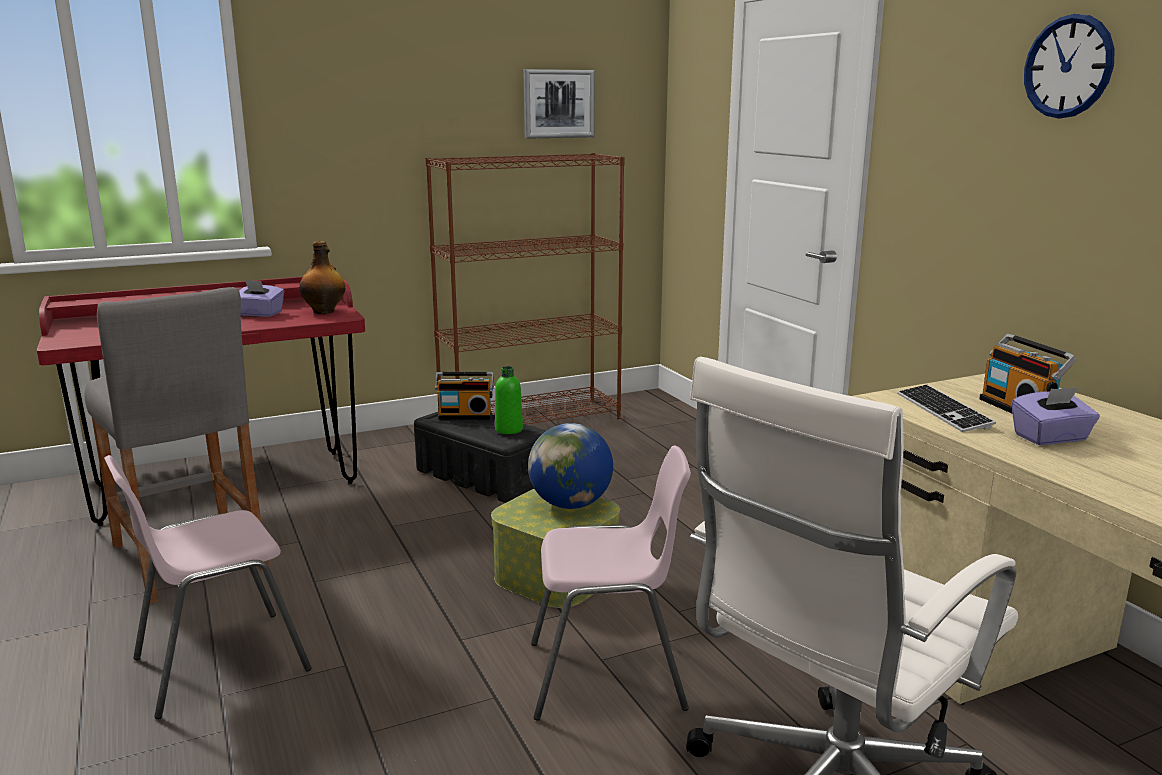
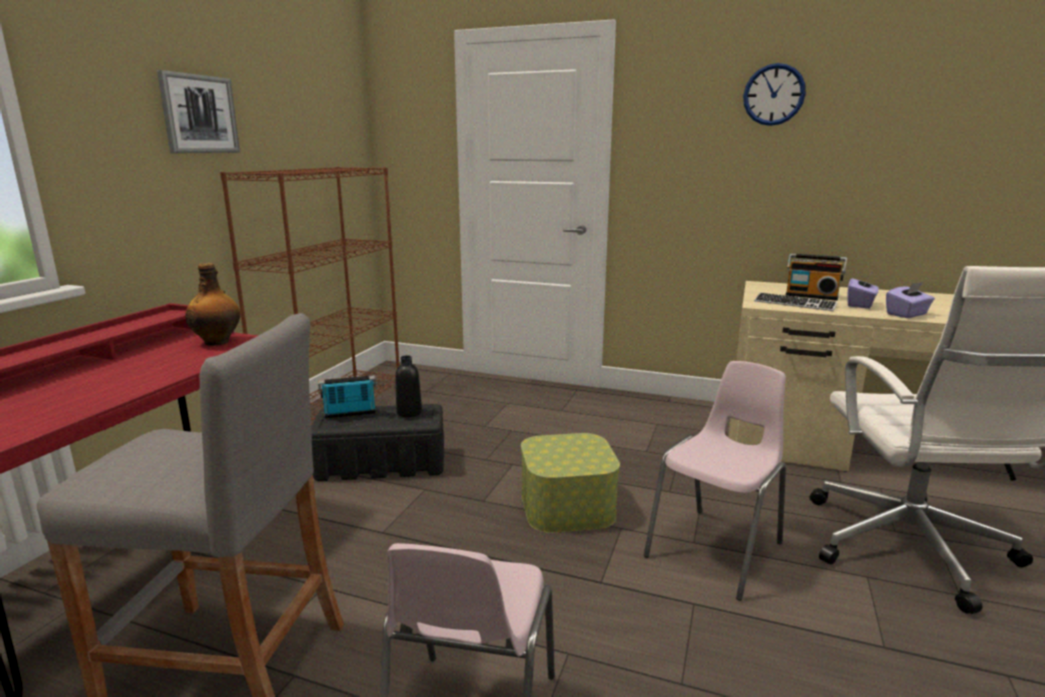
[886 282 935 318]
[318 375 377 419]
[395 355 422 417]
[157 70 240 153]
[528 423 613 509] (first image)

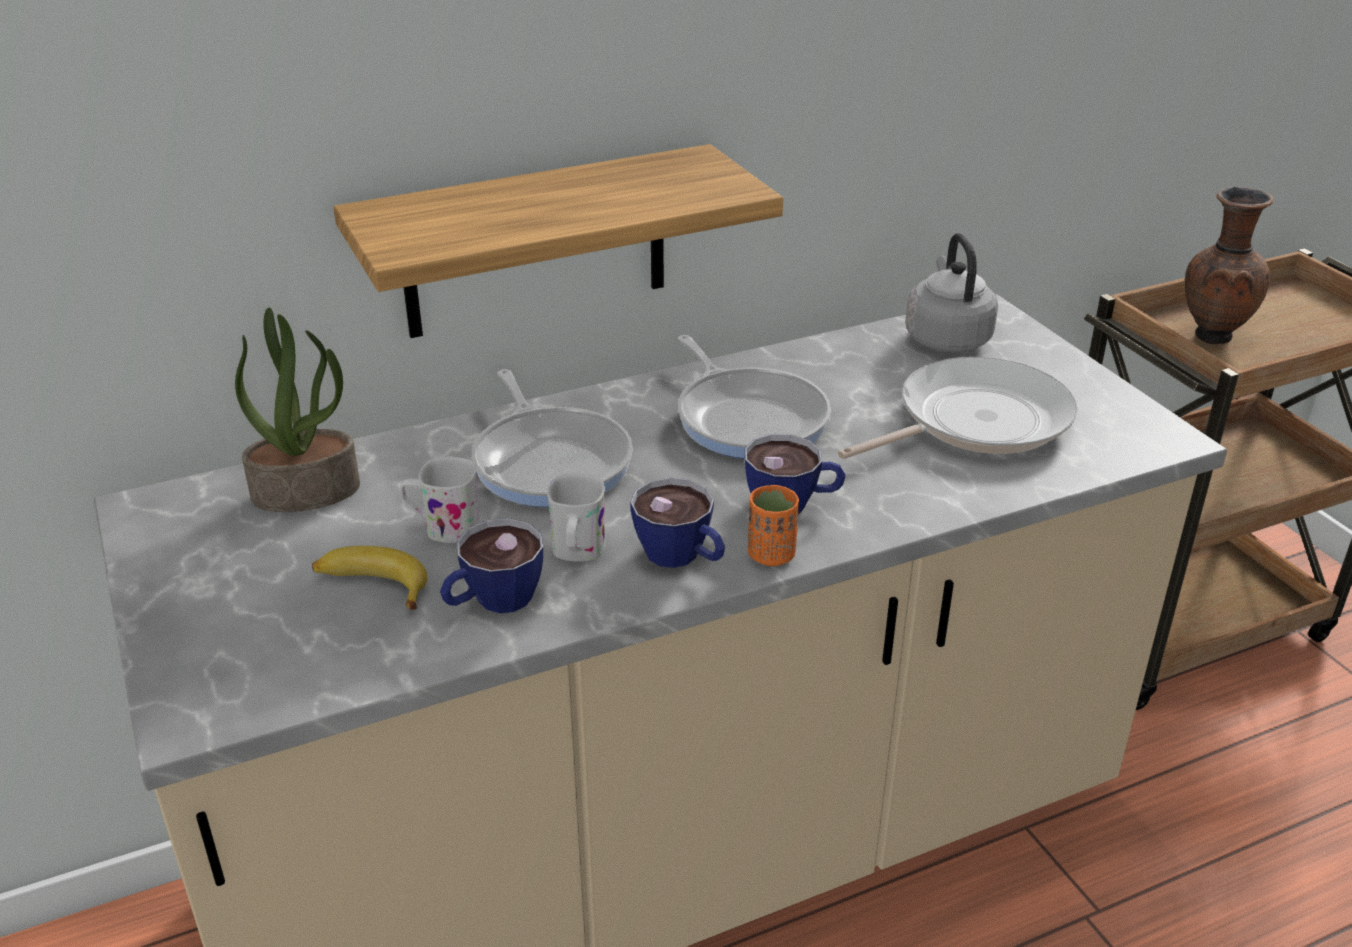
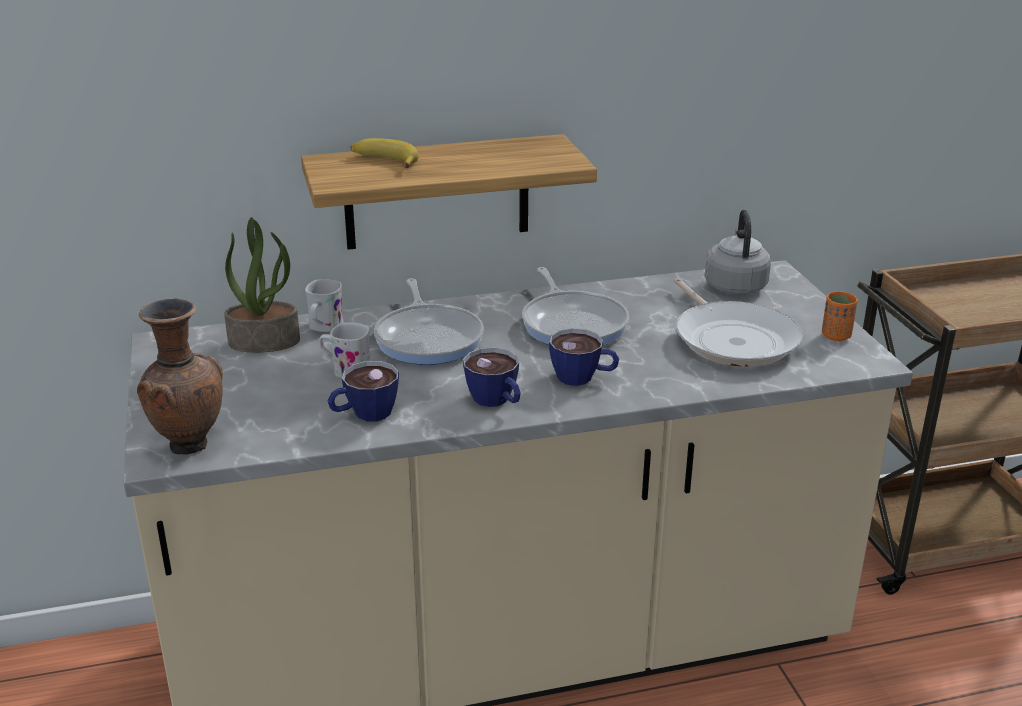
[351 138 419 168]
[305 279 343 332]
[822 291 858 341]
[673 278 803 367]
[137 298 223 455]

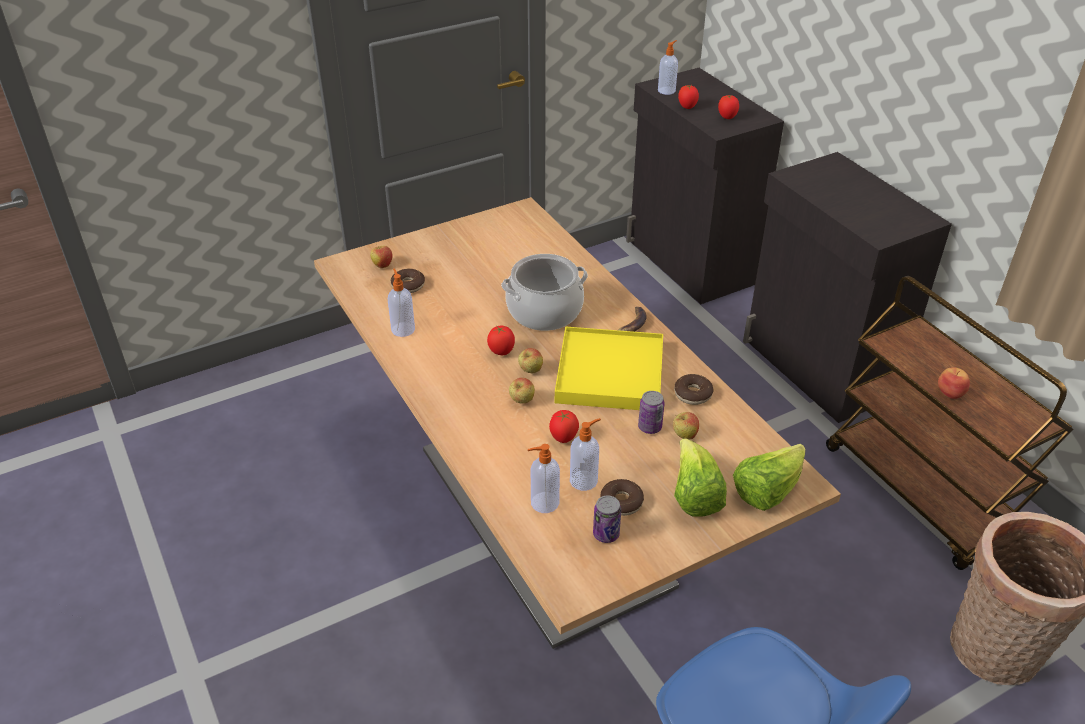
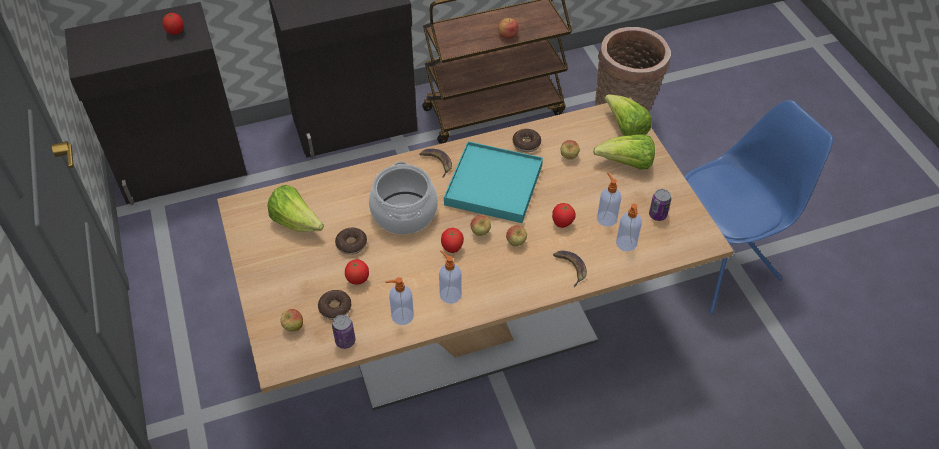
[444 141 543 223]
[335 228 367 255]
[332 315 355 349]
[439 250 462 304]
[345 259 369 285]
[267 185 324 232]
[553 251 587 287]

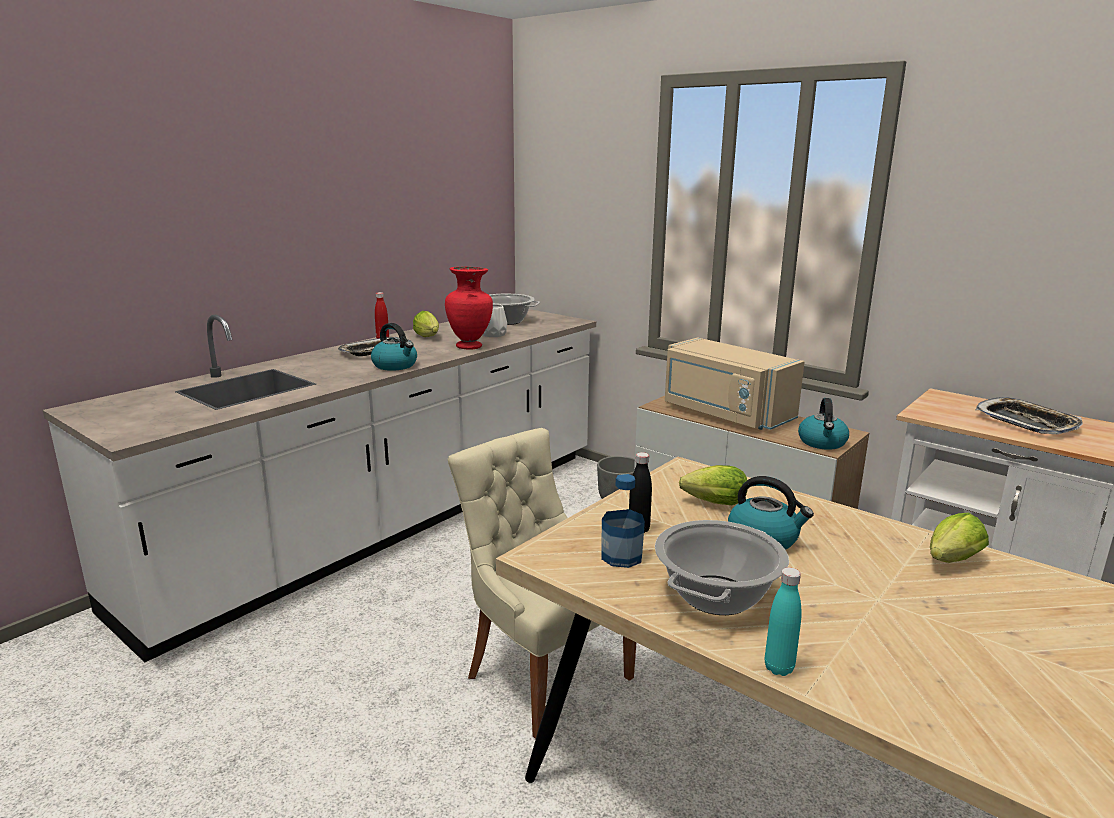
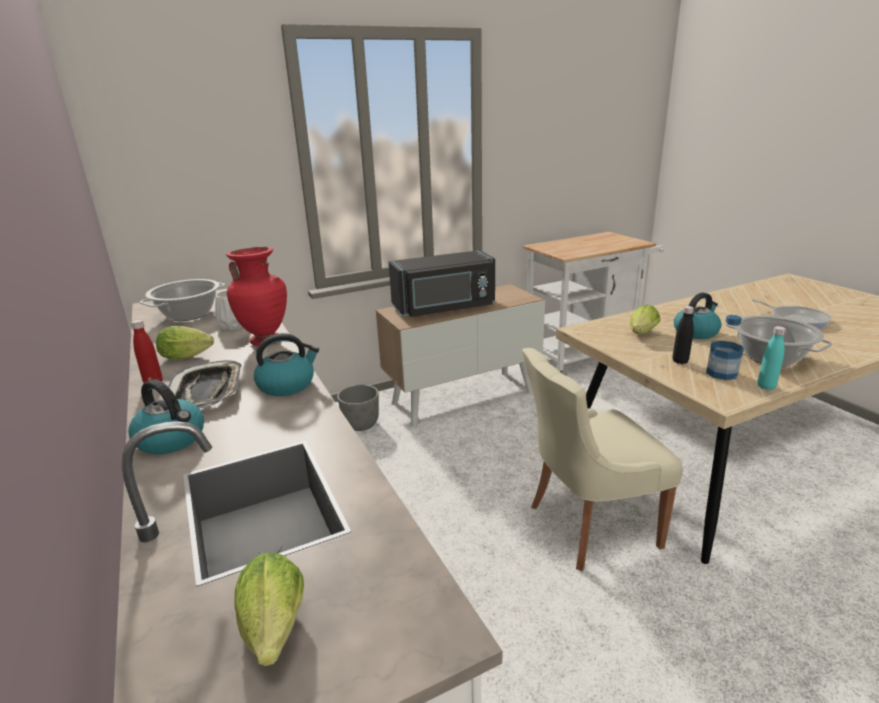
[389 250 495 317]
[758 326 786 390]
[128 379 204 454]
[235 553 304 666]
[975 397 1083 435] (first image)
[752 299 831 328]

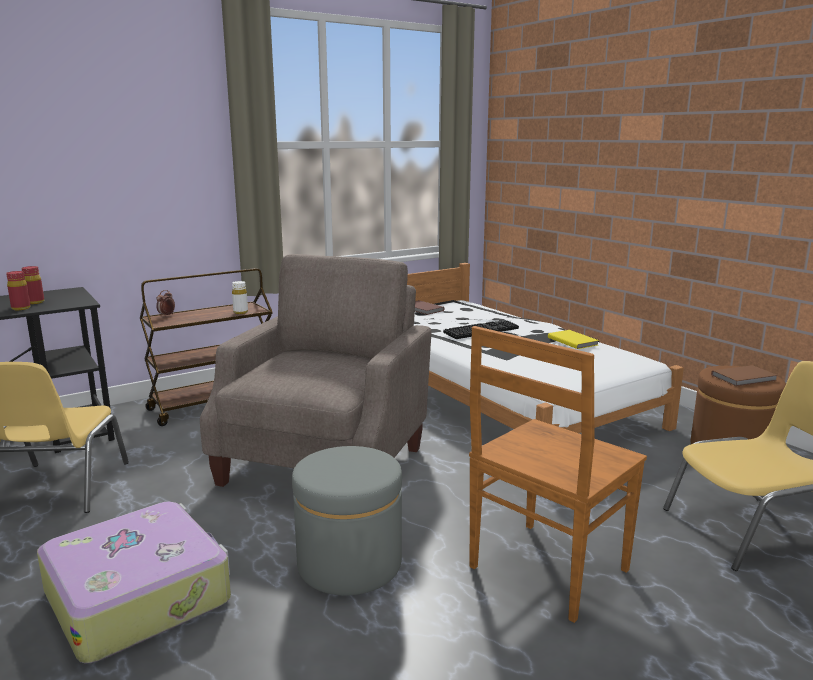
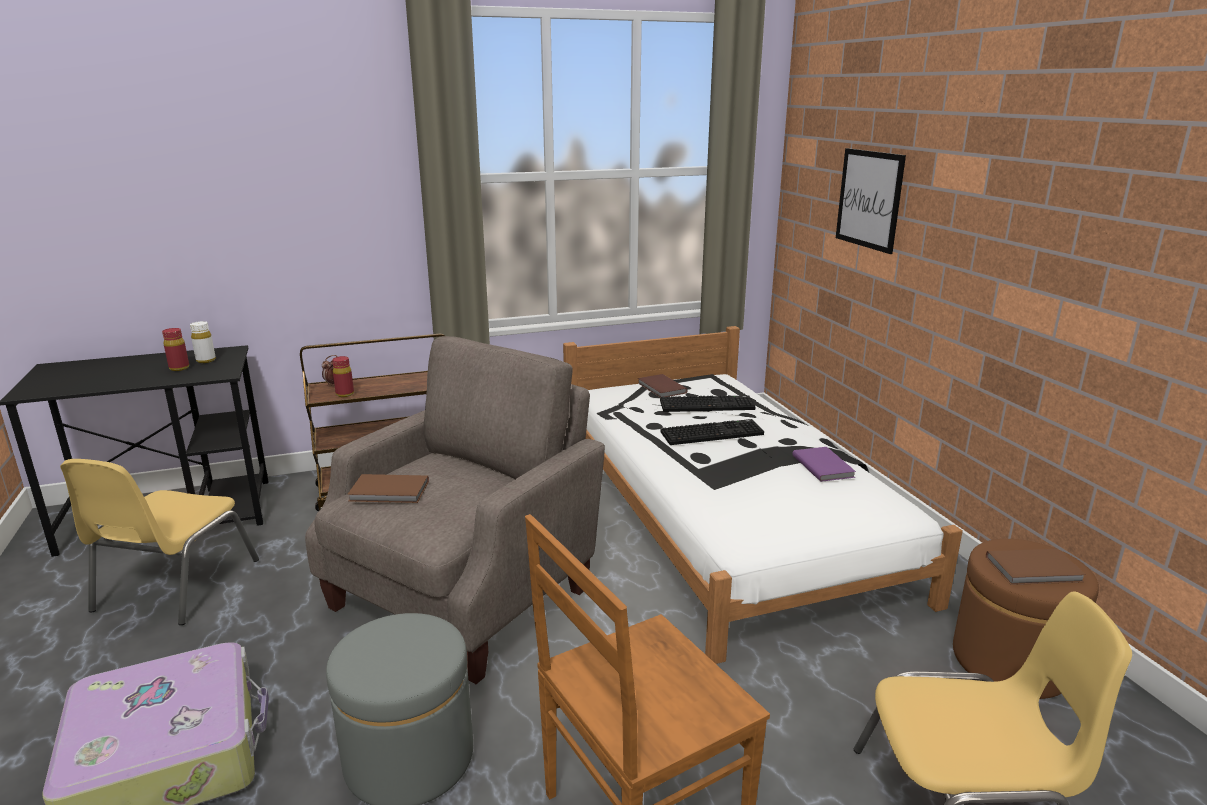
[332 356 354 397]
[190 321 216 363]
[793 447 856 482]
[347 474 429 503]
[660 395 756 412]
[836 148 906 254]

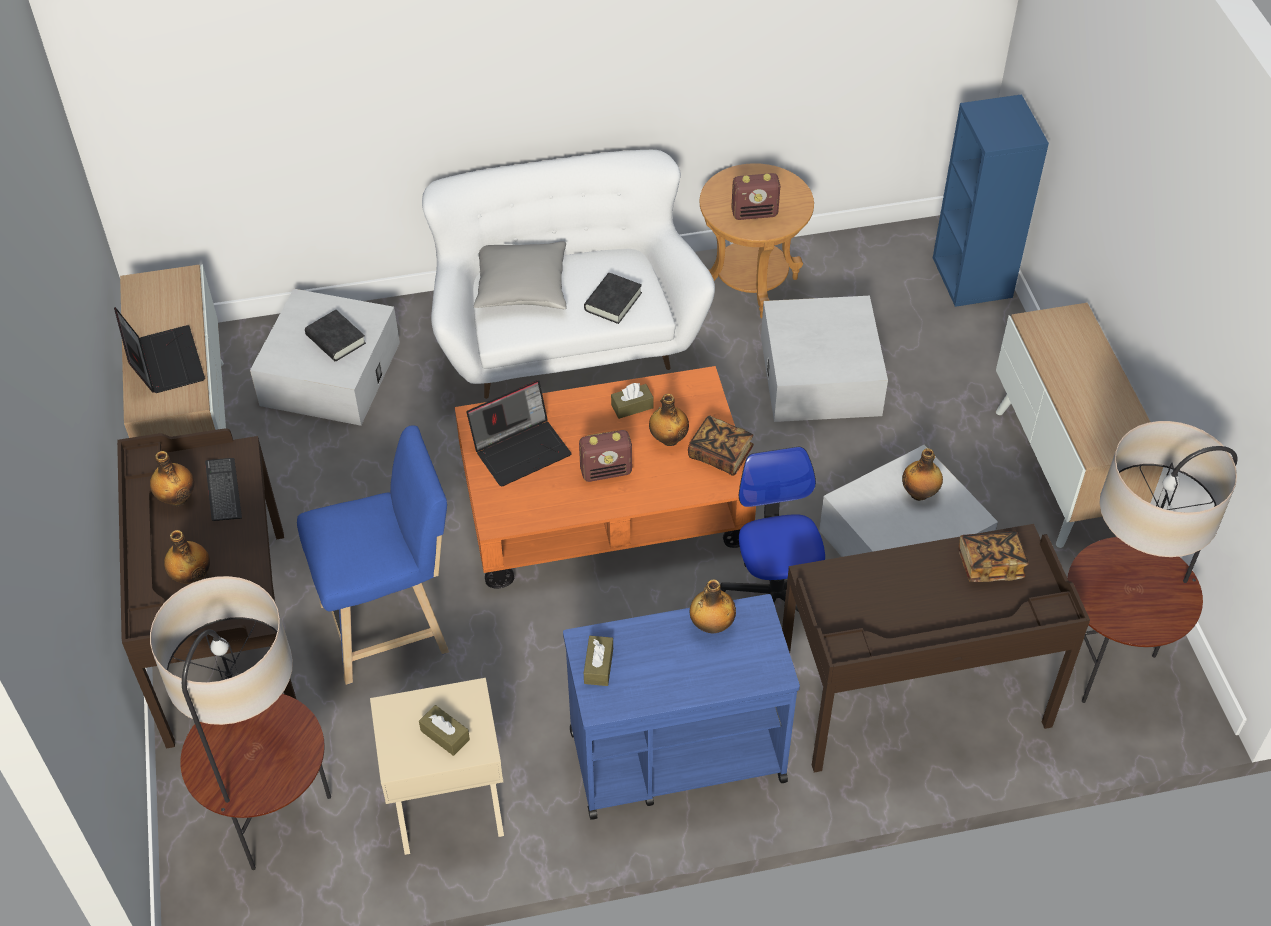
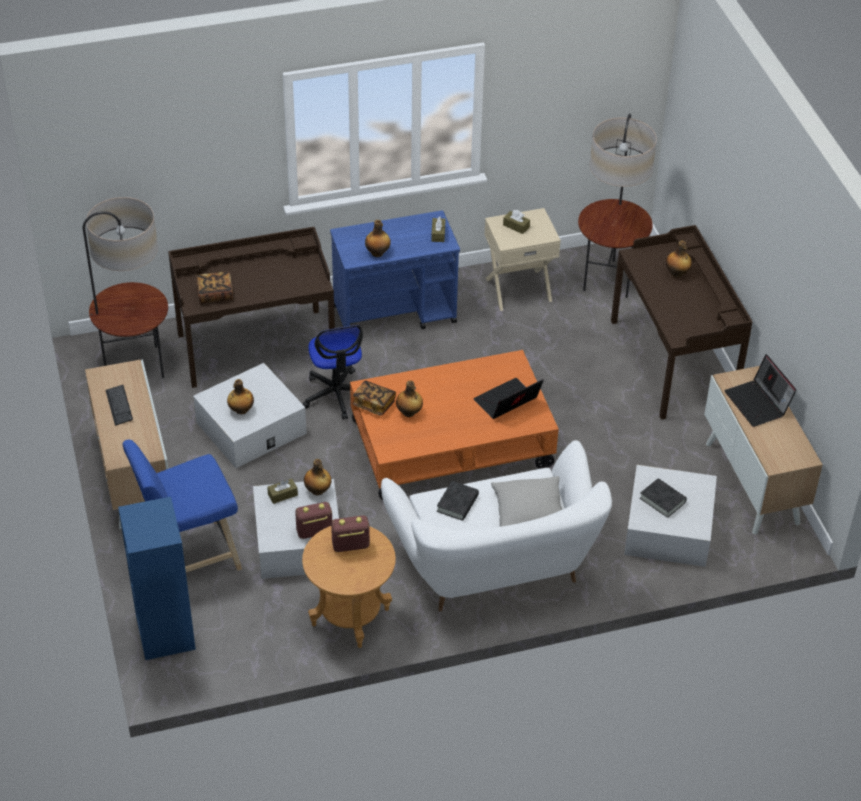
[304 459 331 495]
[106 385 133 426]
[123 439 242 572]
[295 502 332 539]
[267 479 298 504]

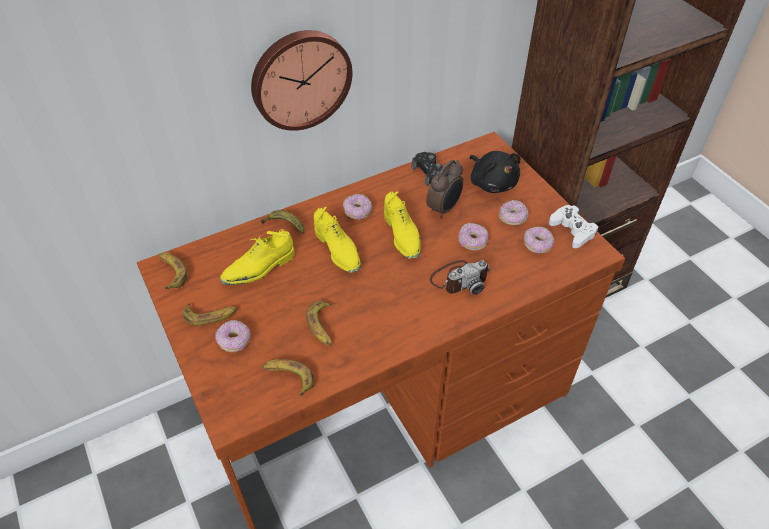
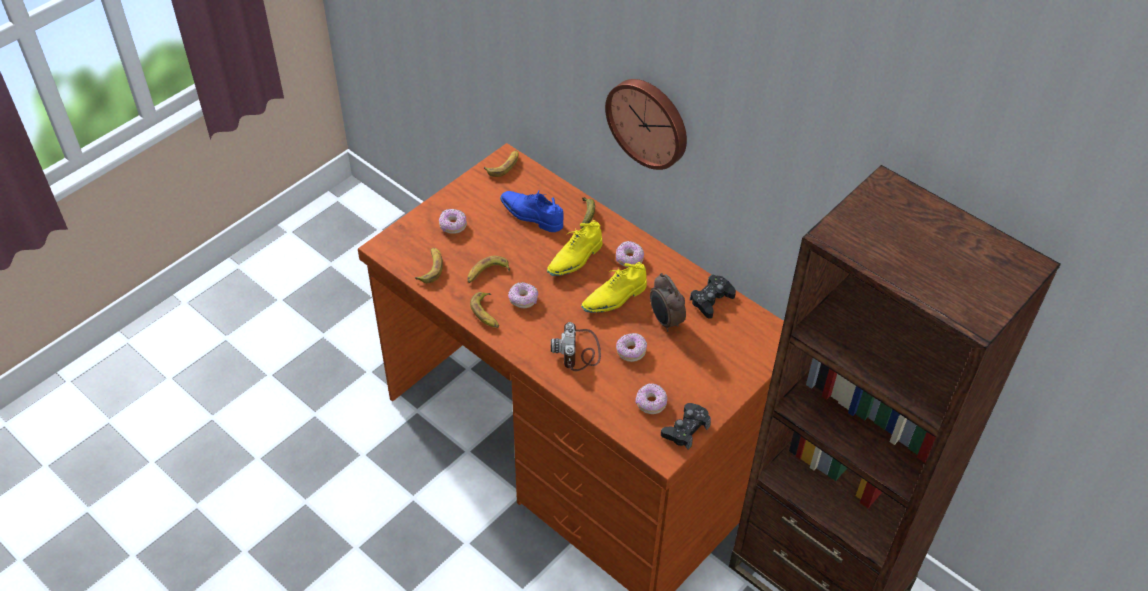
[470 292 499 328]
[500 190 564 232]
[650 273 686 332]
[551 322 601 371]
[470 151 521 193] (first image)
[508 282 538 309]
[661 403 711 450]

